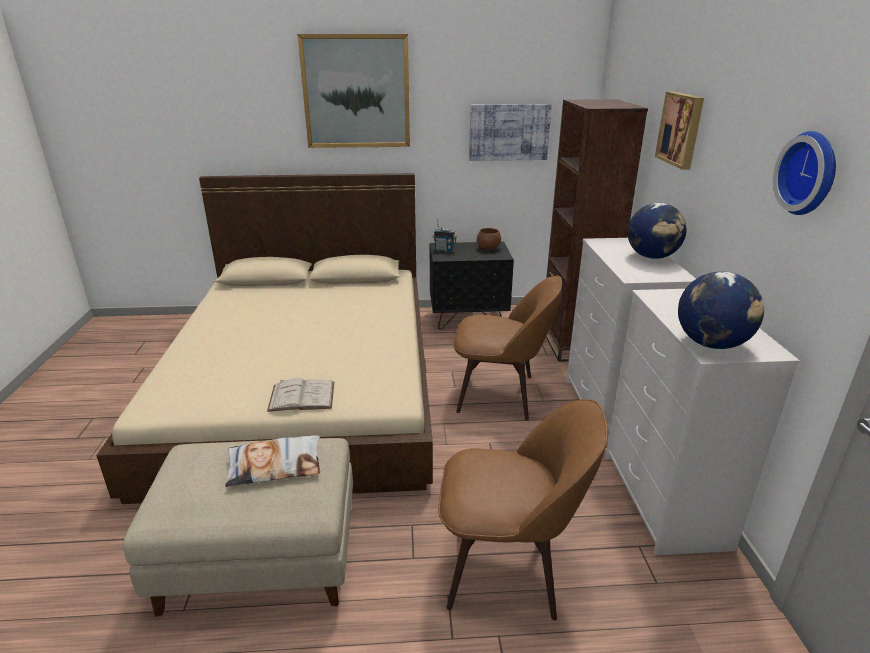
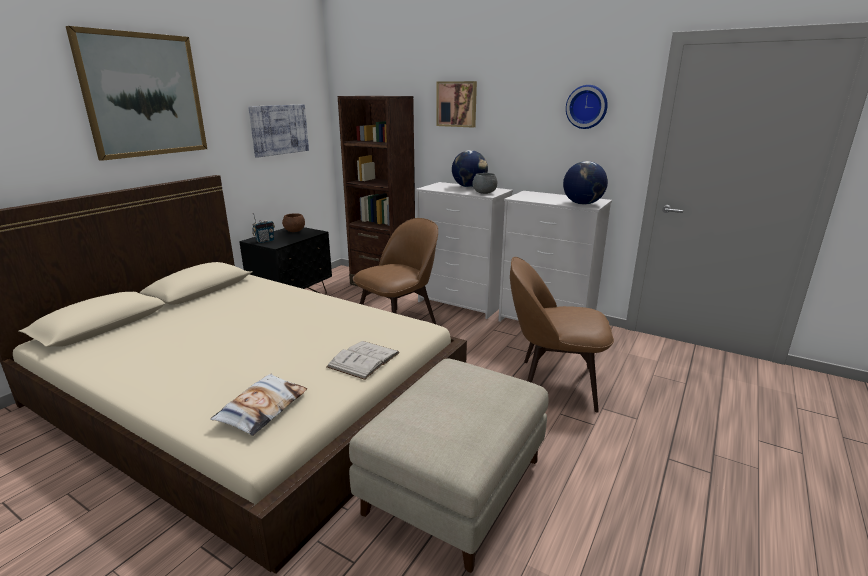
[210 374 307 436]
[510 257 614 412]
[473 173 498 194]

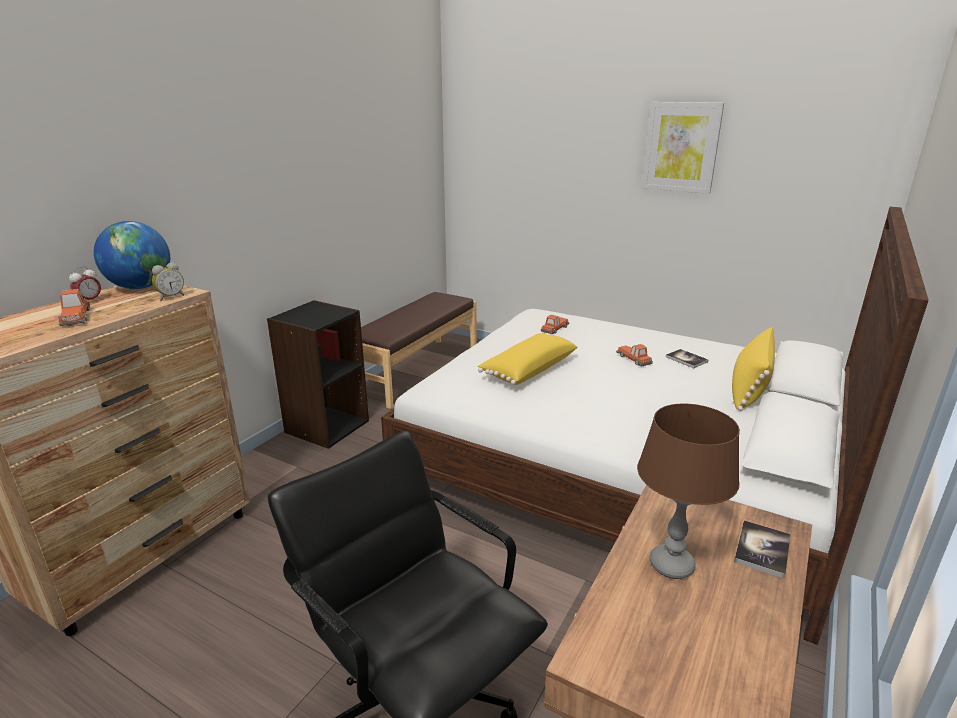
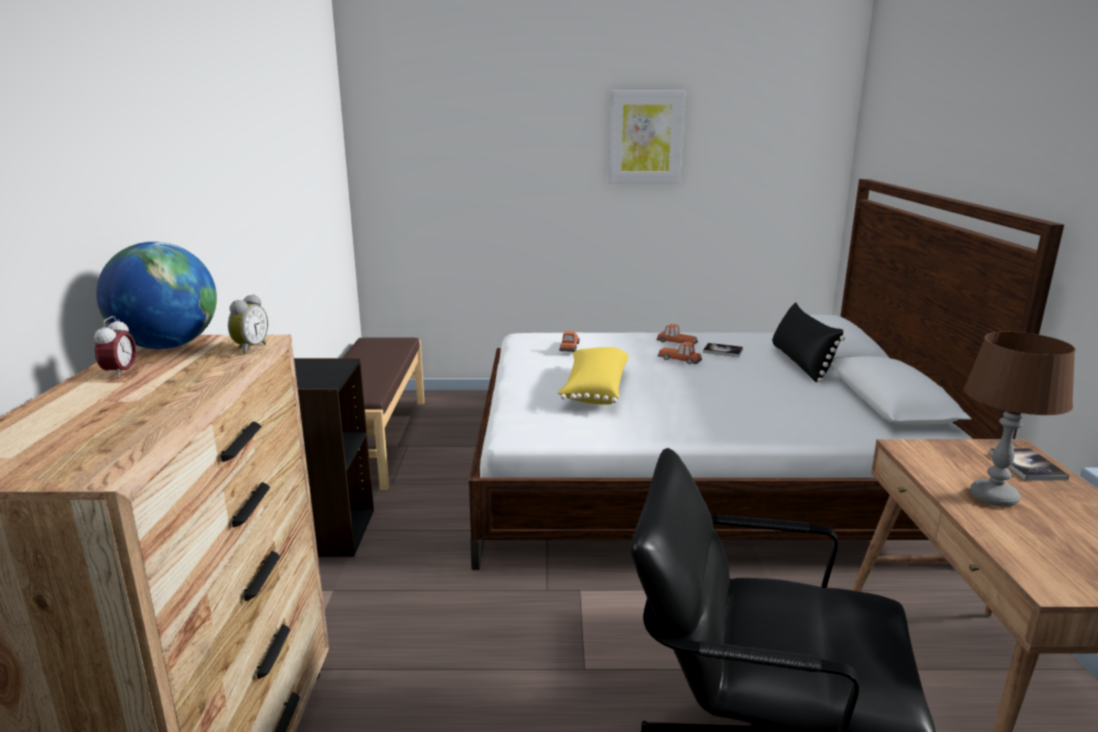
[657 324 698 344]
[772 302 846 383]

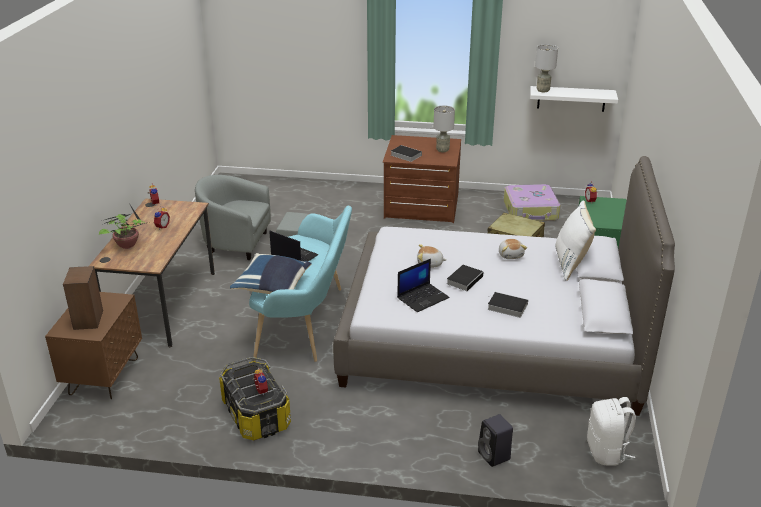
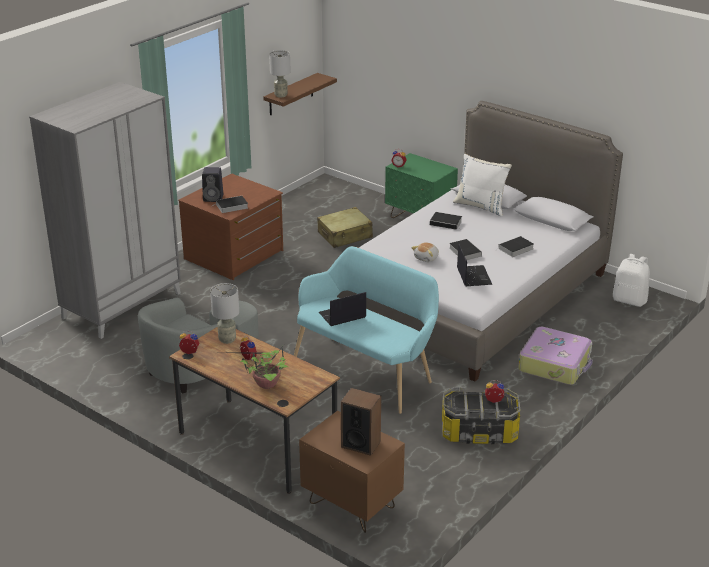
[230 253 312 294] (first image)
[210 283 239 344]
[202 167 223 202]
[430 212 463 230]
[518 327 593 385]
[263 73 337 115]
[29 82 181 339]

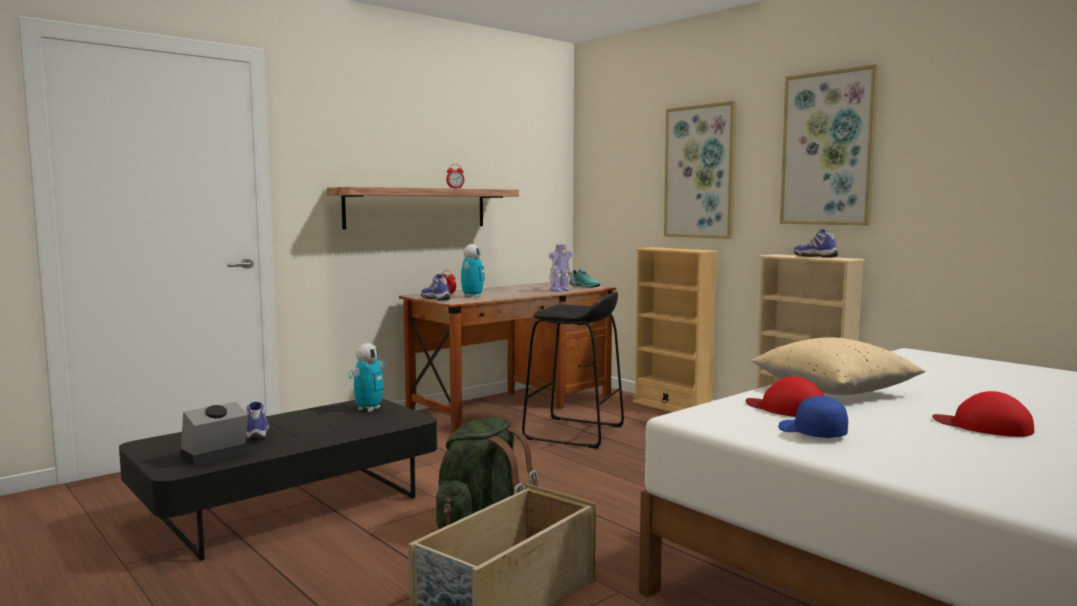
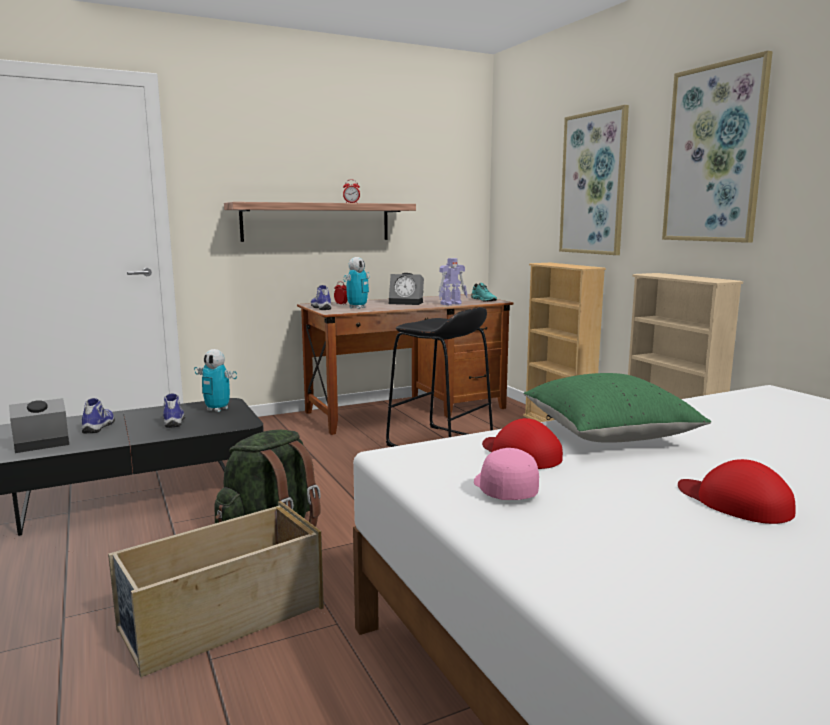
[194 349 237 412]
[524 373 711 443]
[474 448 539 500]
[163 393 185 428]
[389 273 424 305]

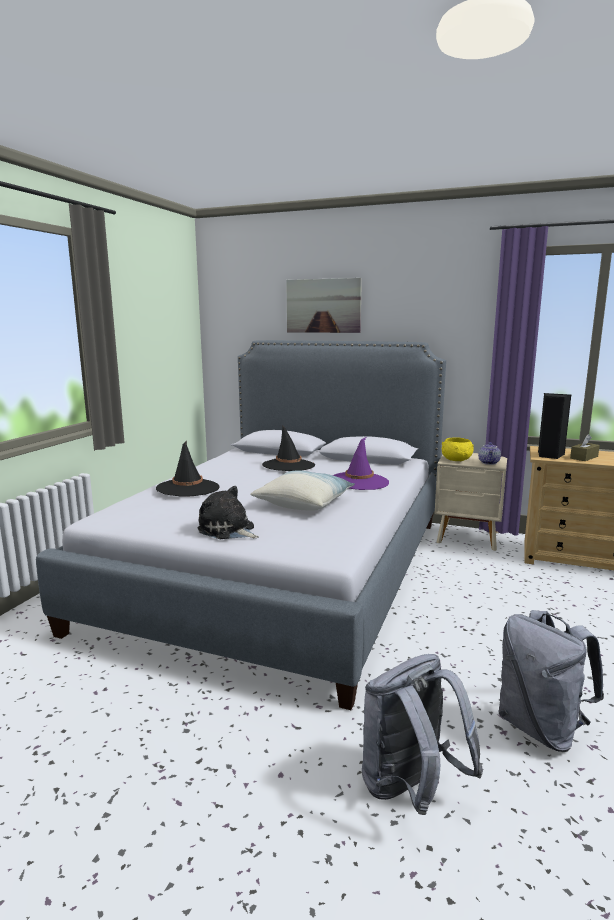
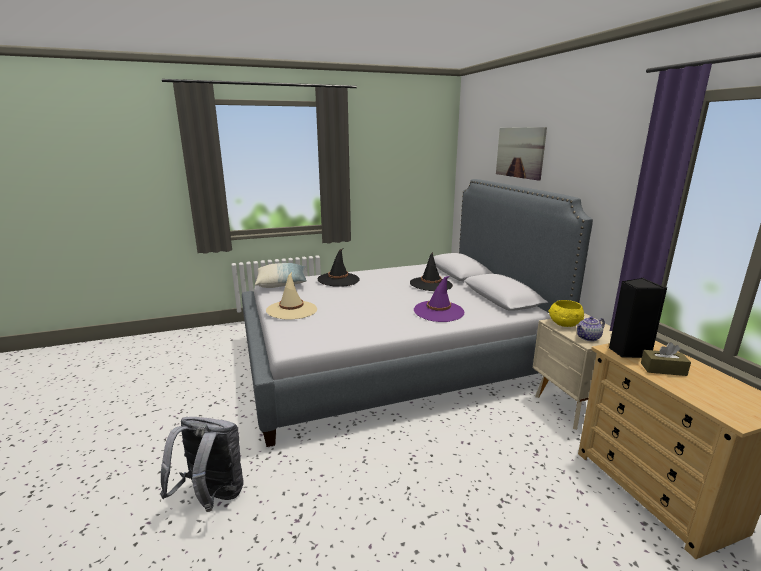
[266 272 317 320]
[255 263 307 288]
[498 610 604 752] (first image)

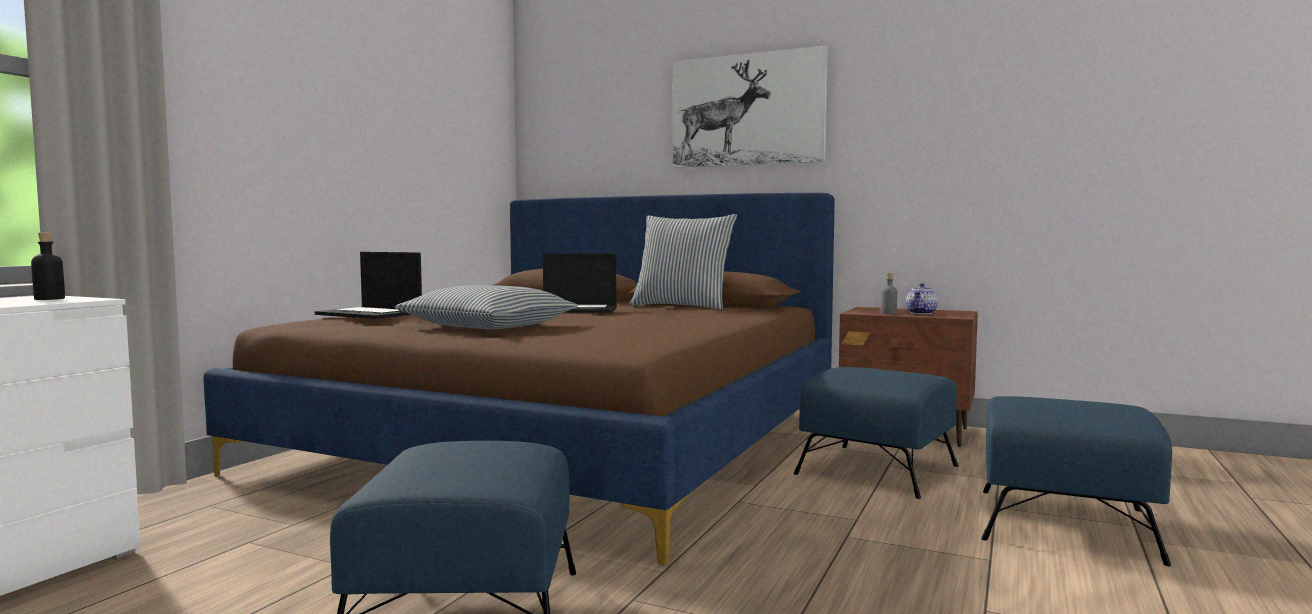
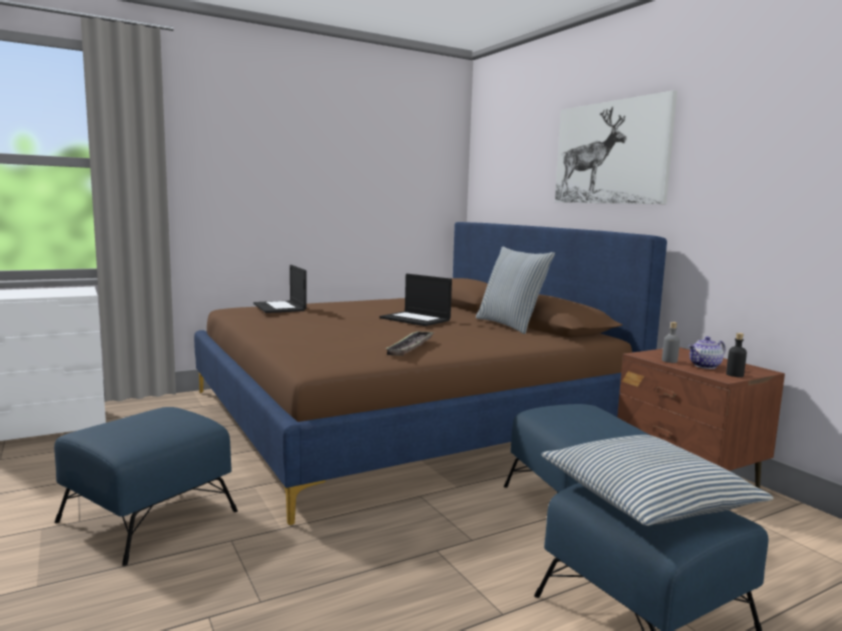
[726 333 747 377]
[541 435 774 526]
[385 331 434 356]

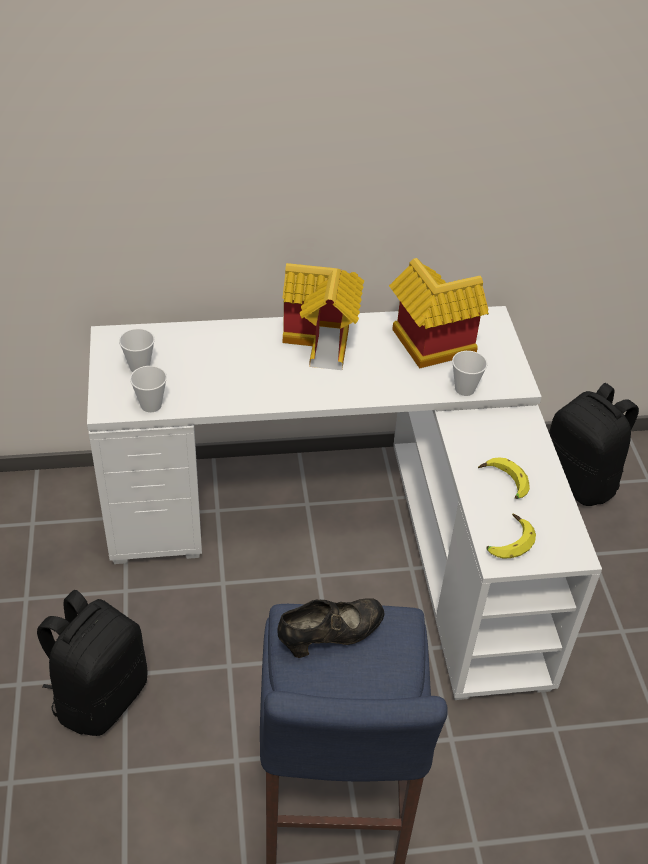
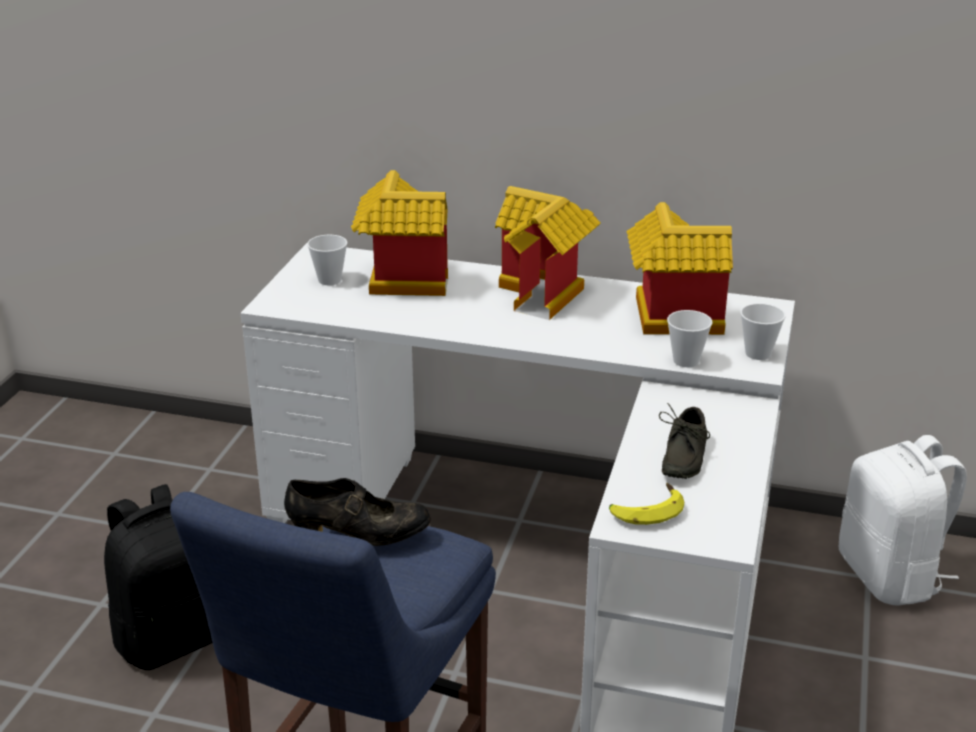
[740 303 786 360]
[659 403 710 479]
[839 435 967 606]
[351 170 448 296]

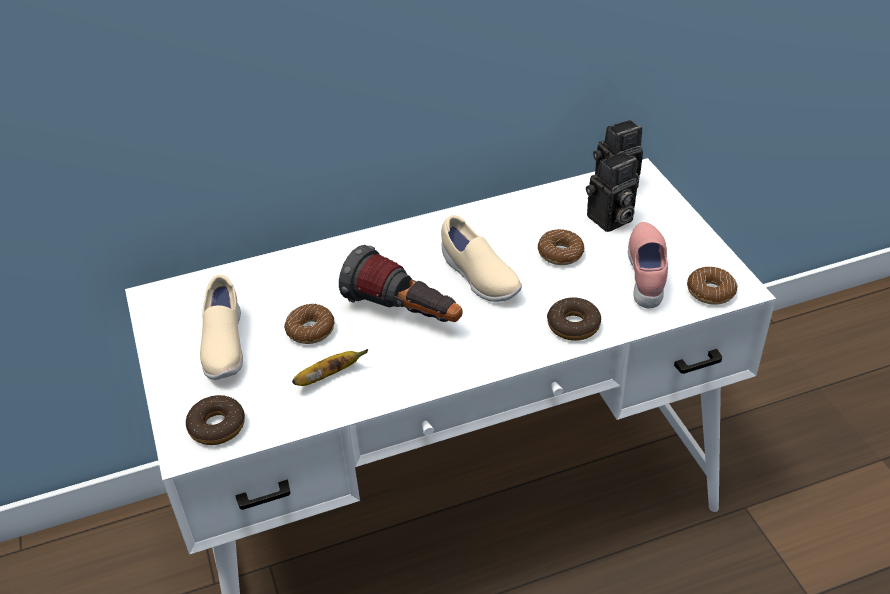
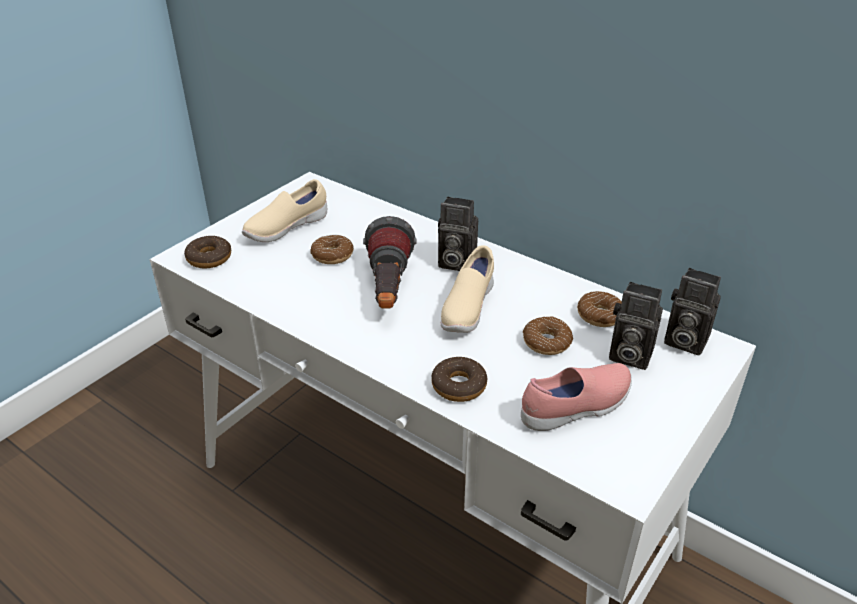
[292 349 368 386] (first image)
[577 291 622 327]
[438 197 478 271]

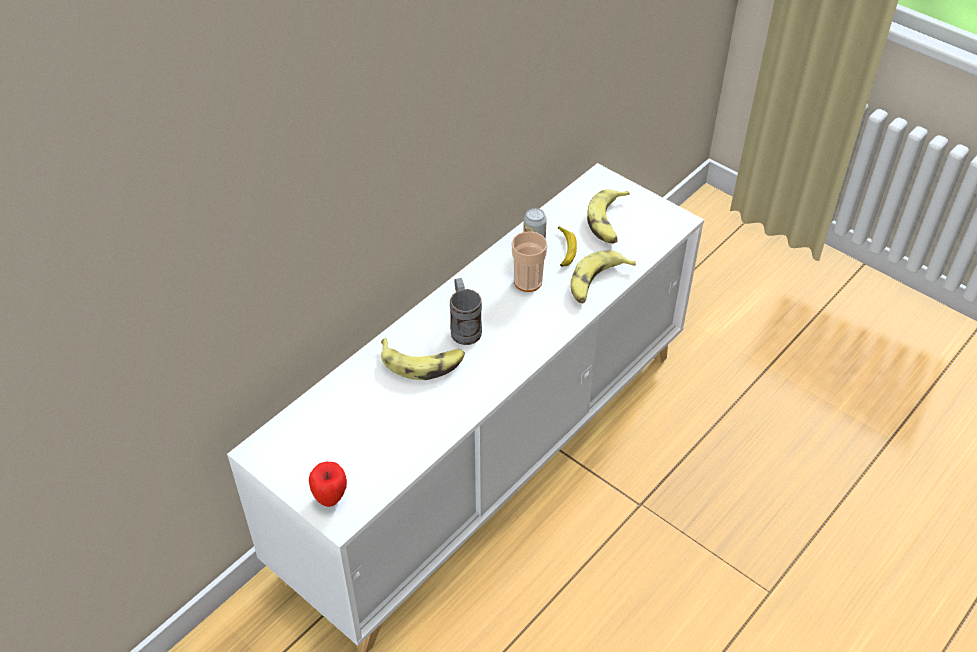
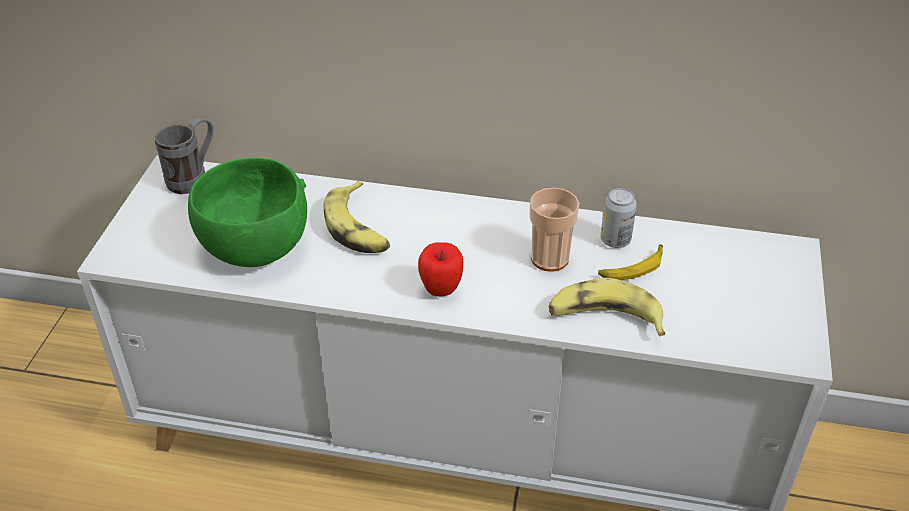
[418 242 463 296]
[155 117 213 194]
[587 189 630 244] (first image)
[188 157 307 267]

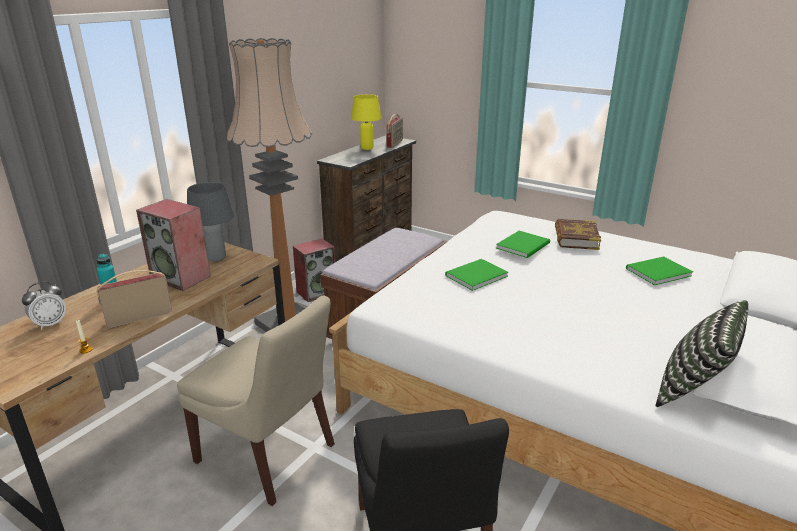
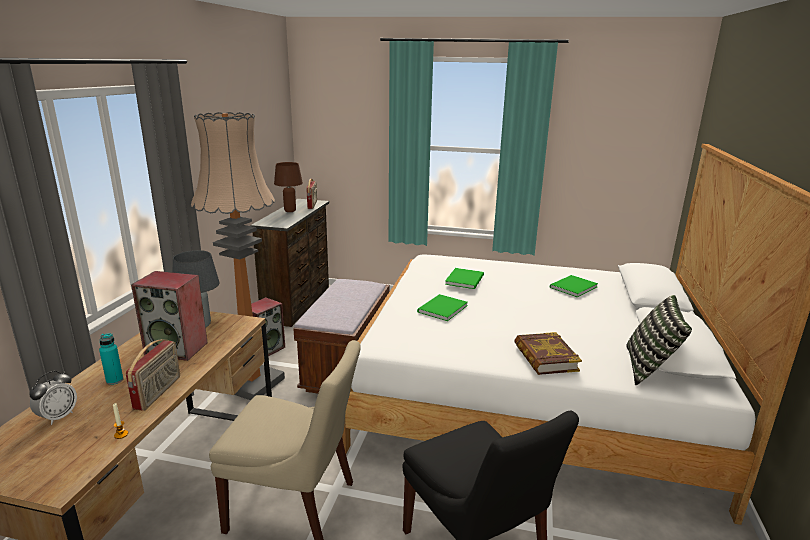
[126 339 180 411]
[274 162 303 212]
[514 332 582 375]

